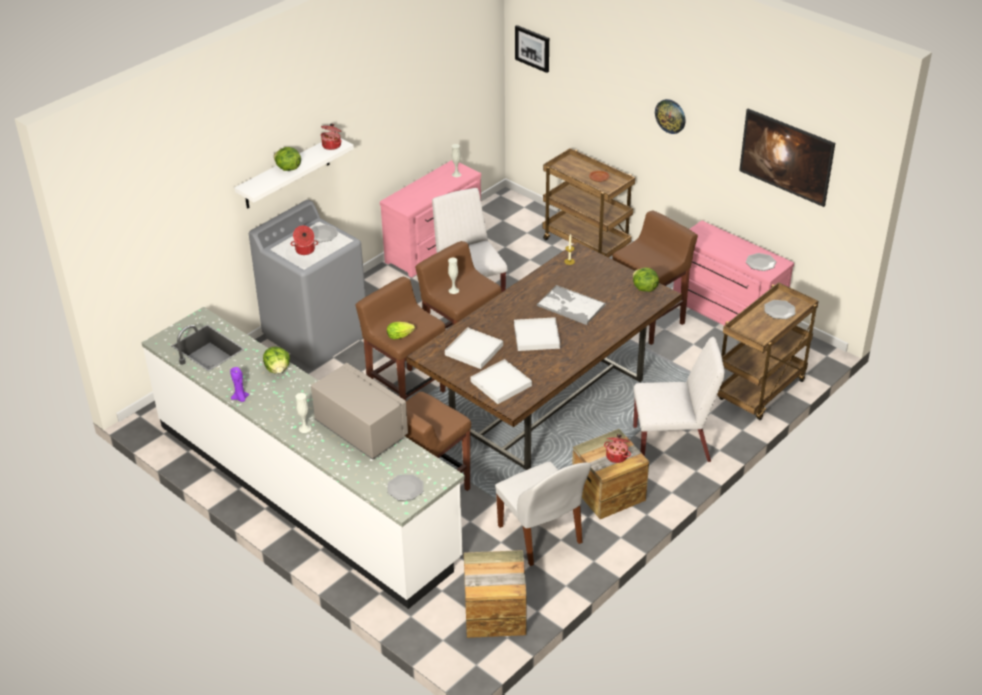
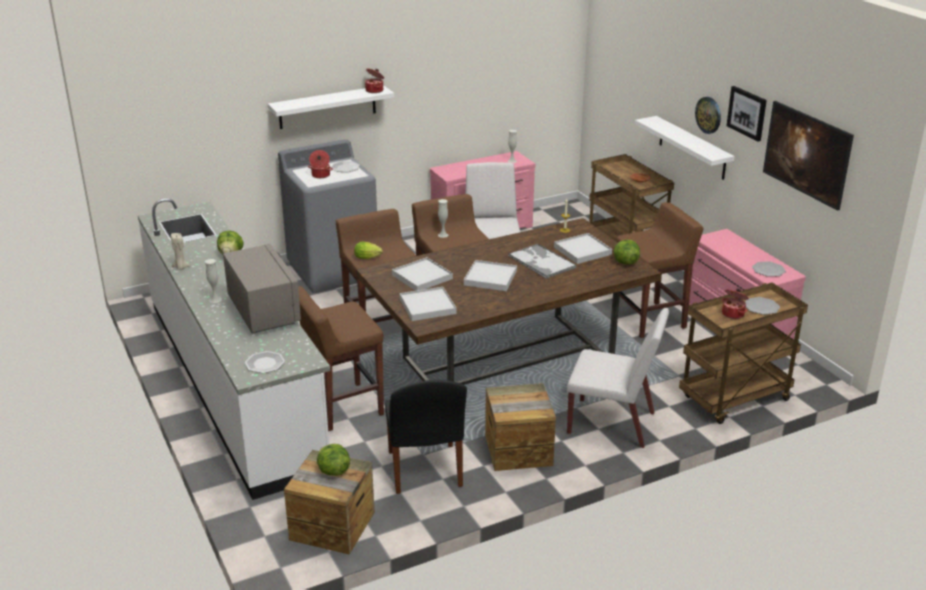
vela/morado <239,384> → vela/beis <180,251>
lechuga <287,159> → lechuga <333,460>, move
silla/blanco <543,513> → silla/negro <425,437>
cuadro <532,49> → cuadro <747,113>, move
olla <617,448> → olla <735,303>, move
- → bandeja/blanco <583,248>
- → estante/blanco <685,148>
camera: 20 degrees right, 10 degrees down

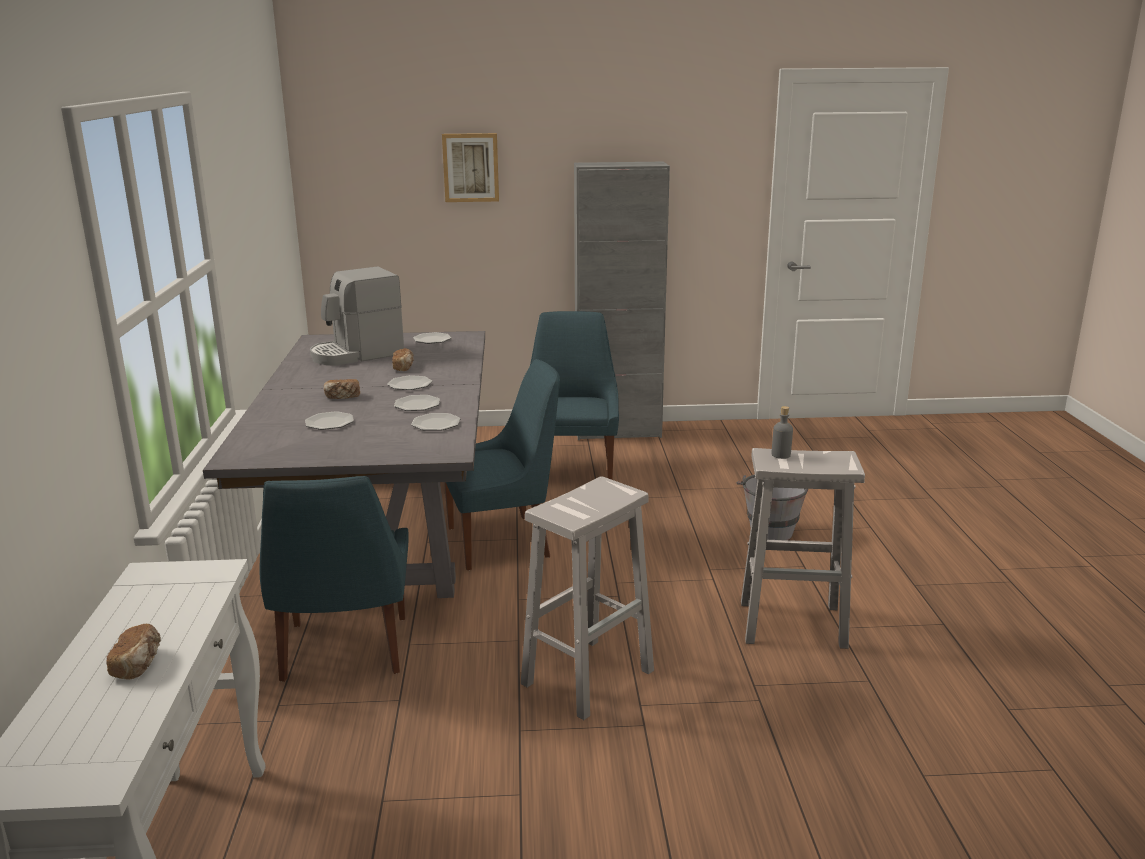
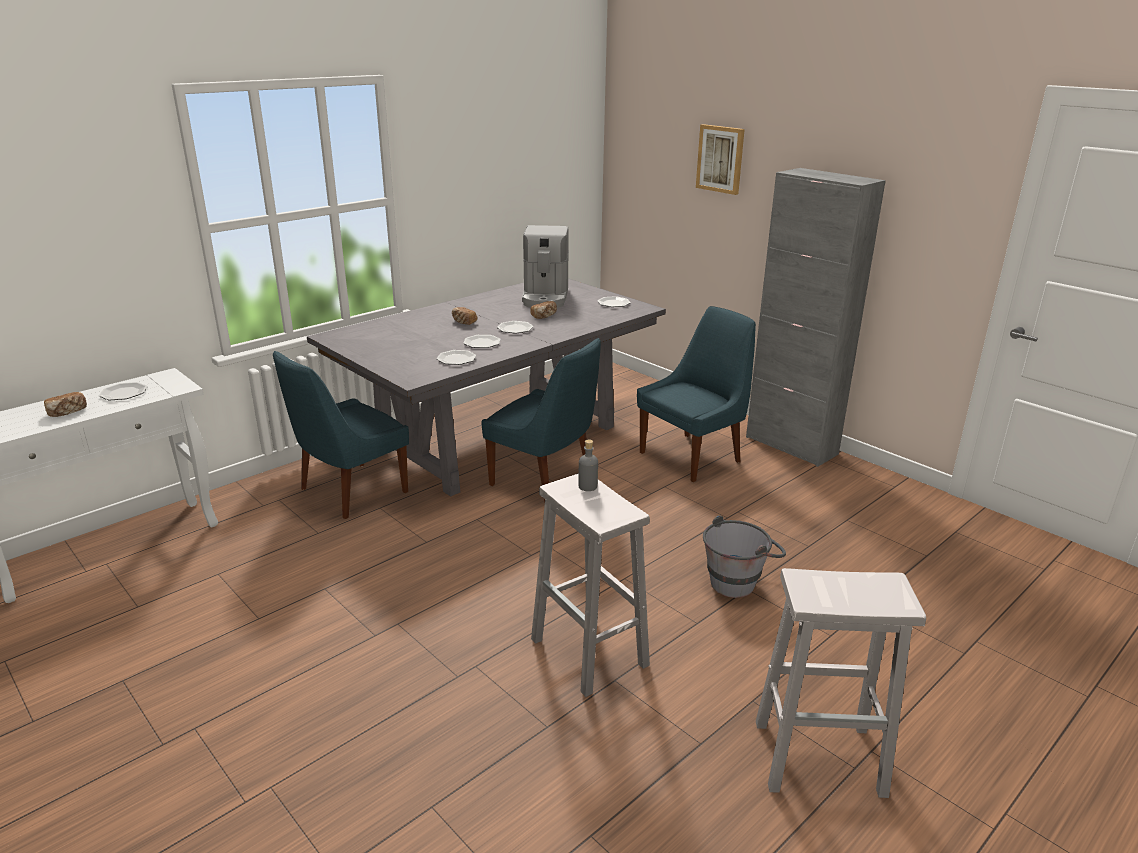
plato <329,420> → plato <123,391>, move
cafetera <357,316> → cafetera <545,266>, 105 degrees counterclockwise
taburete/blanco <587,598> → taburete/blanco <841,683>, move
camera: 50 degrees right, 5 degrees up

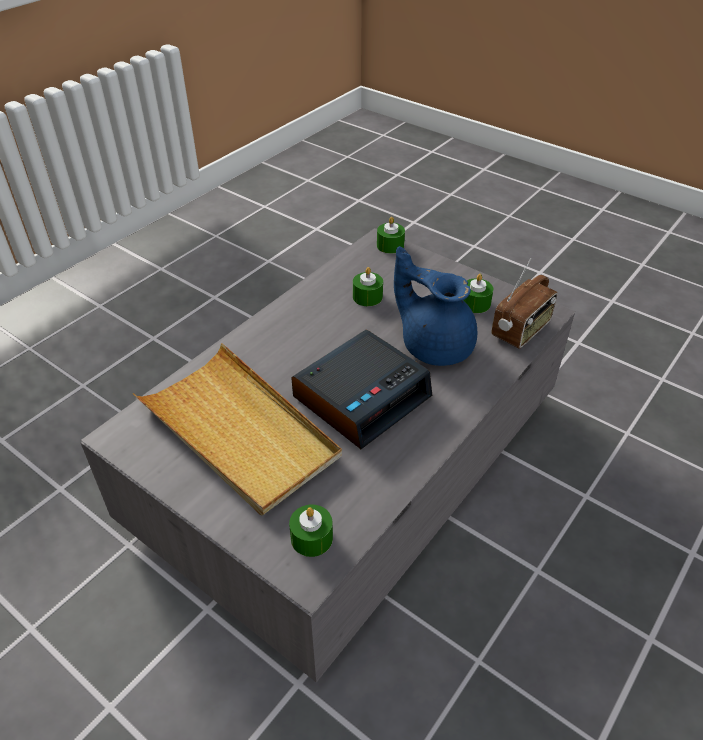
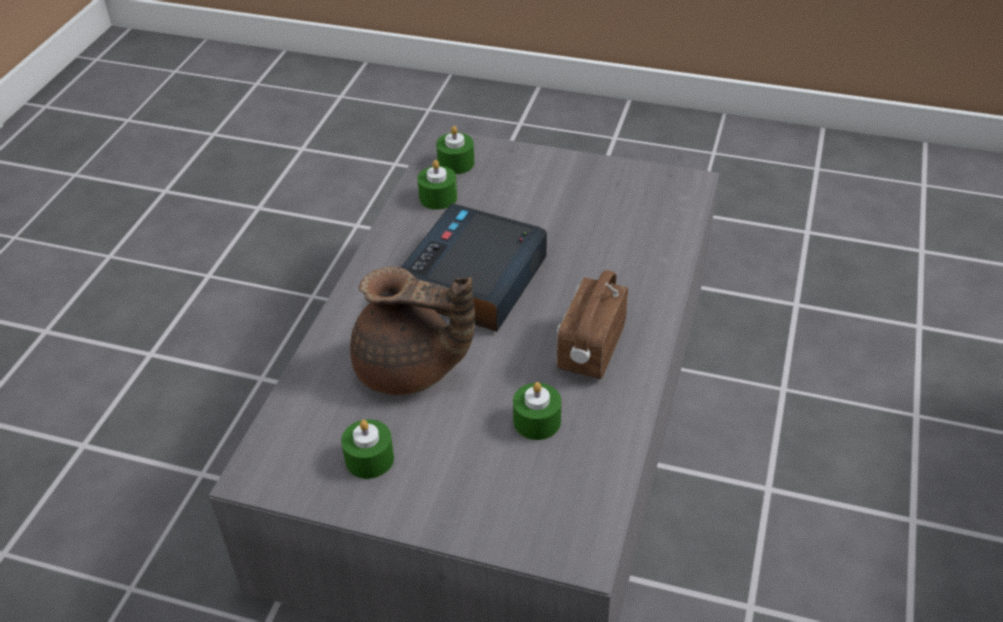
bandeja/beis <237,429> → -
vela/verde <391,235> → vela/verde <437,185>, move
tetera/azul <435,306> → tetera/marrón <412,331>
radio <524,303> → radio <592,324>, move
camera: 160 degrees right, 0 degrees up

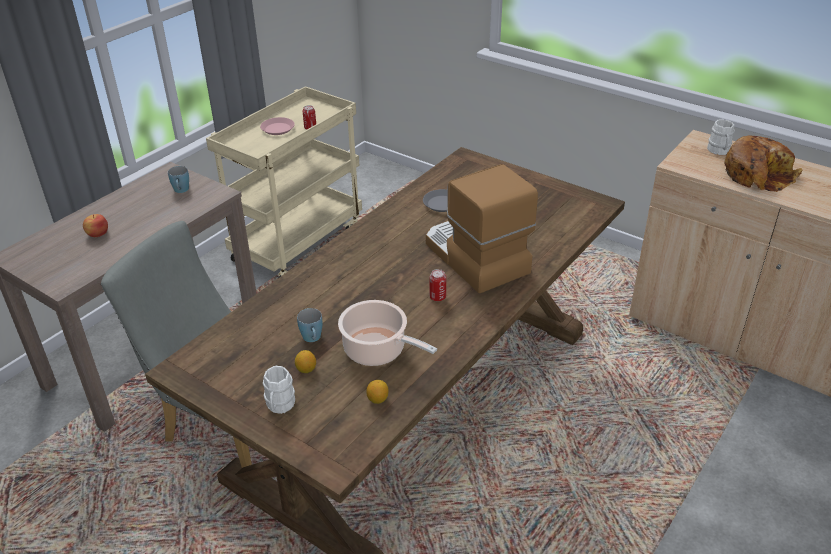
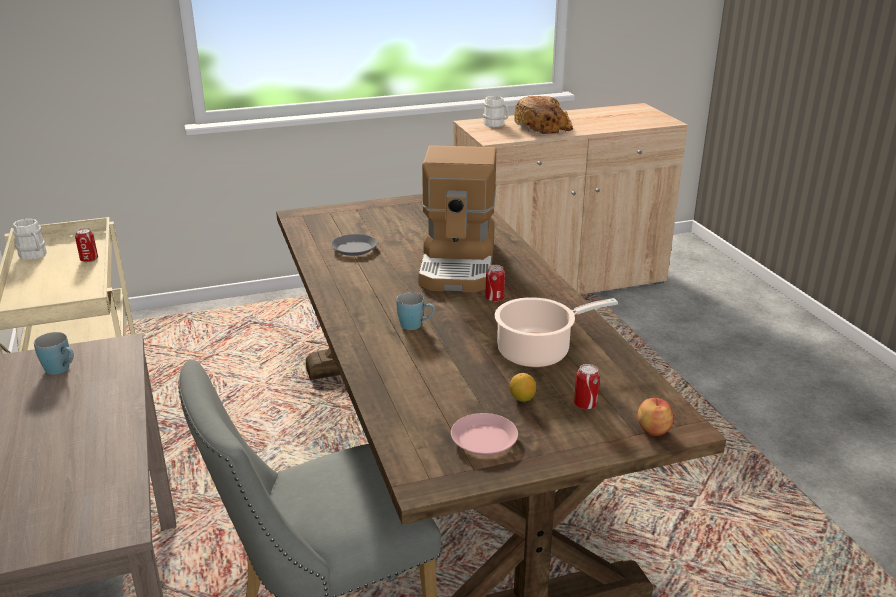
manzana <95,225> → manzana <655,417>, move
plato/rosa <277,126> → plato/rosa <484,434>, move
taza grande/blanco <279,390> → taza grande/blanco <30,239>, move
taza grande/azul <310,325> → taza grande/azul <415,311>, move
limón <377,392> → -
cafetera <482,229> → cafetera <457,219>, 90 degrees counterclockwise
- → lata <587,386>
camera: 55 degrees left, 10 degrees down

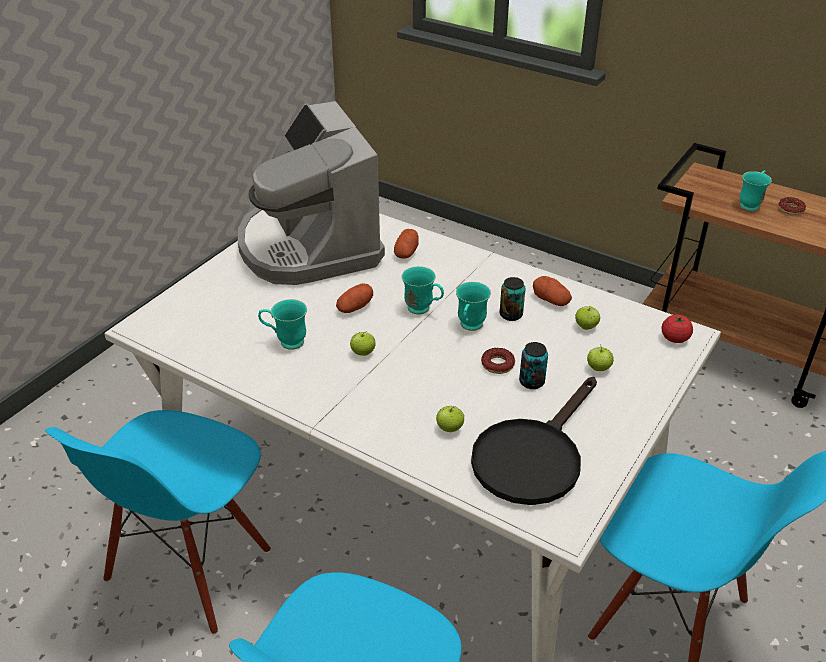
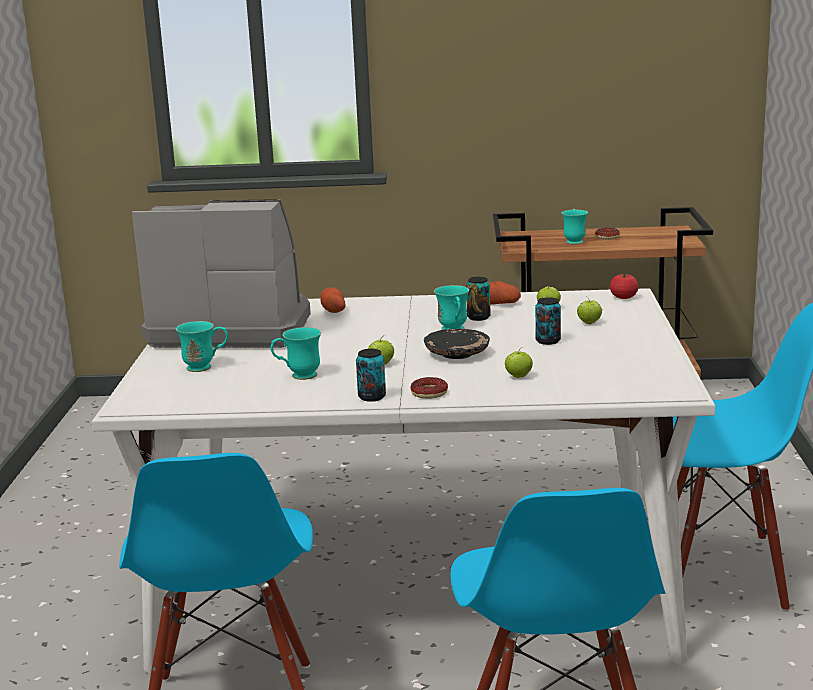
cafetera <311,193> → cafetera <221,273>, 150 degrees clockwise
patata <354,298> → -
taza grande/turquesa <423,290> → taza grande/turquesa <202,346>, move
sartén/negro <534,441> → -
rosquilla <498,361> → rosquilla <429,388>, move
- → lata <371,375>
- → plato/negro <457,344>
camera: 30 degrees left, 20 degrees down

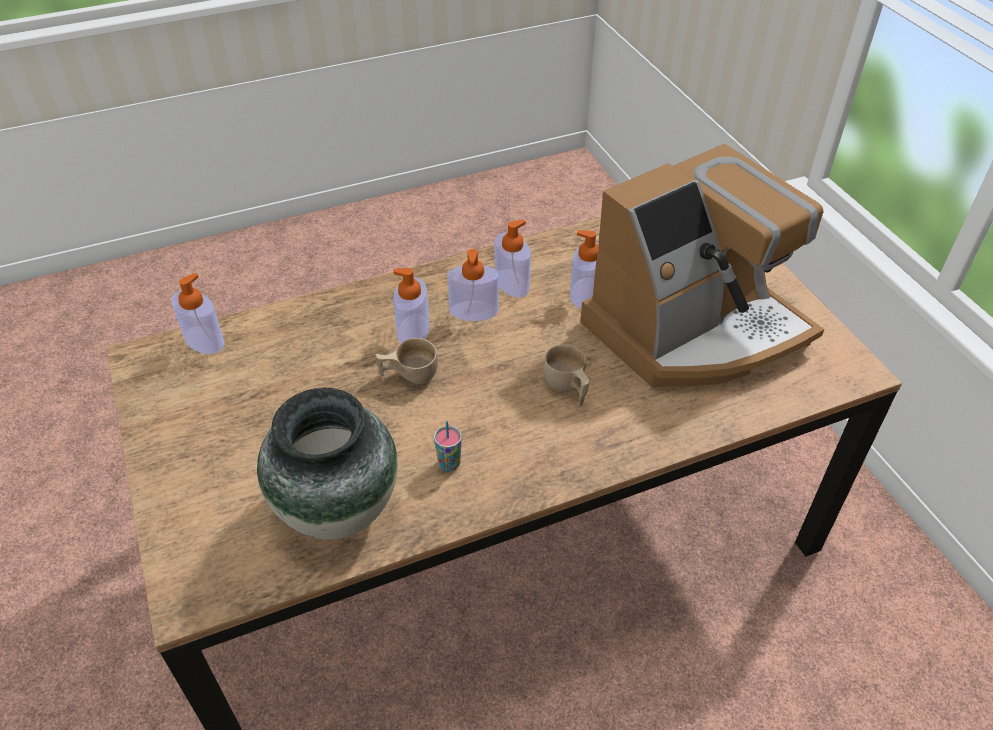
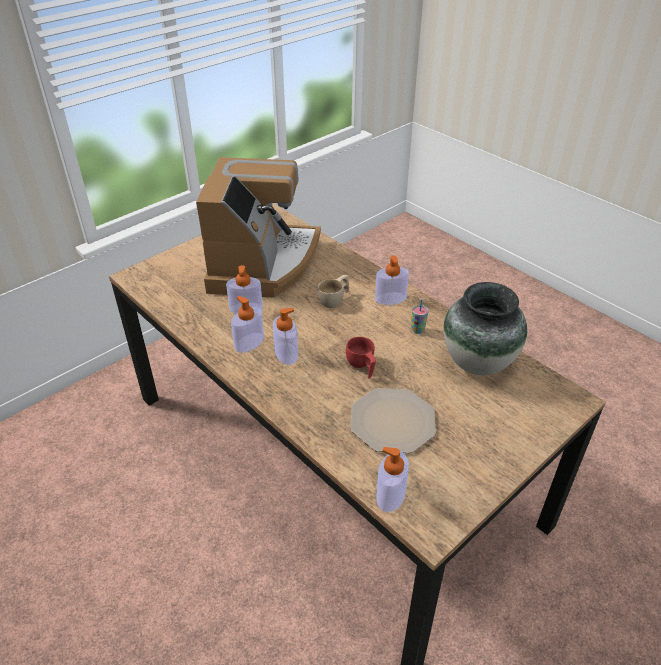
taza/beis <406,361> → taza/rojo <361,358>
dispensador de jabón <411,305> → dispensador de jabón <392,280>, move
cafetera <702,265> → cafetera <258,227>, 60 degrees clockwise
- → plato <393,420>
camera: 110 degrees left, 5 degrees down

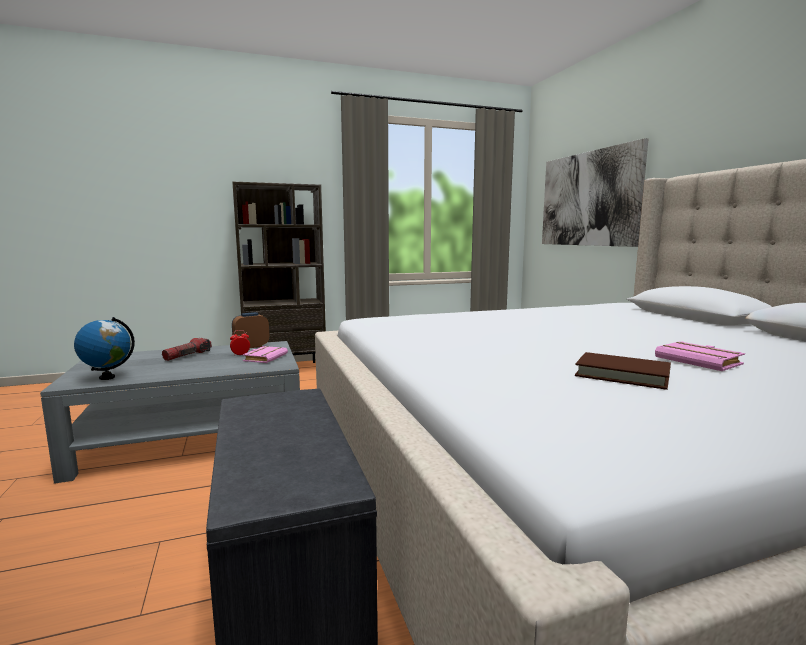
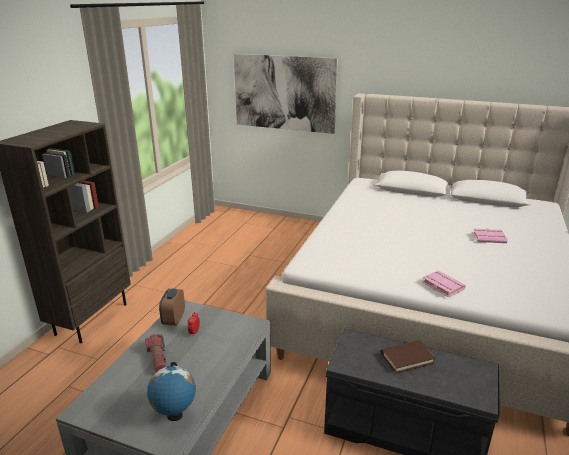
libro/rosa <265,354> → libro/rosa <444,283>, move
libro/marrón <623,371> → libro/marrón <408,356>, move
camera: 50 degrees left, 15 degrees up

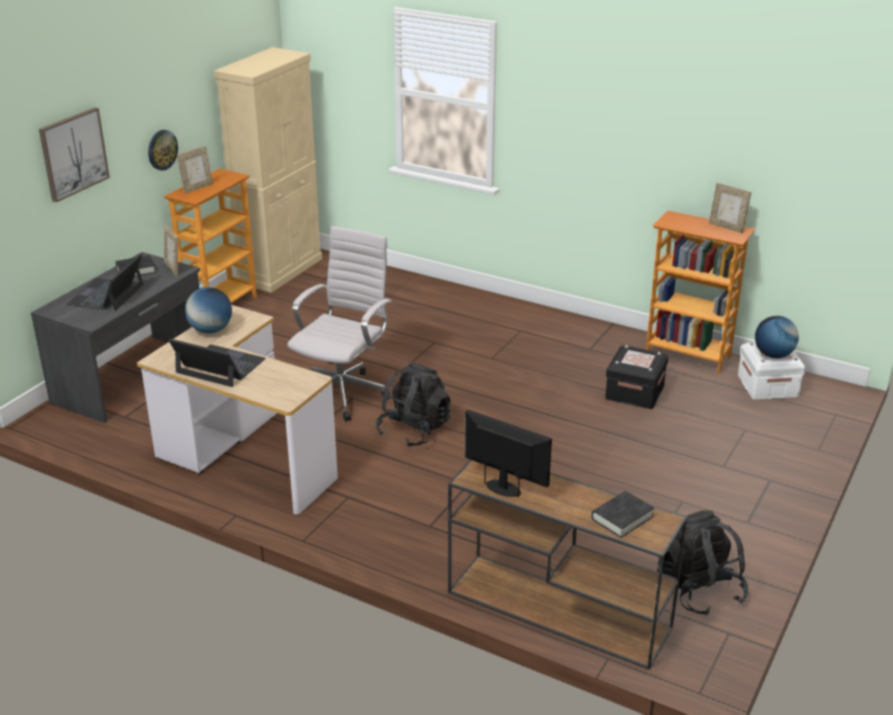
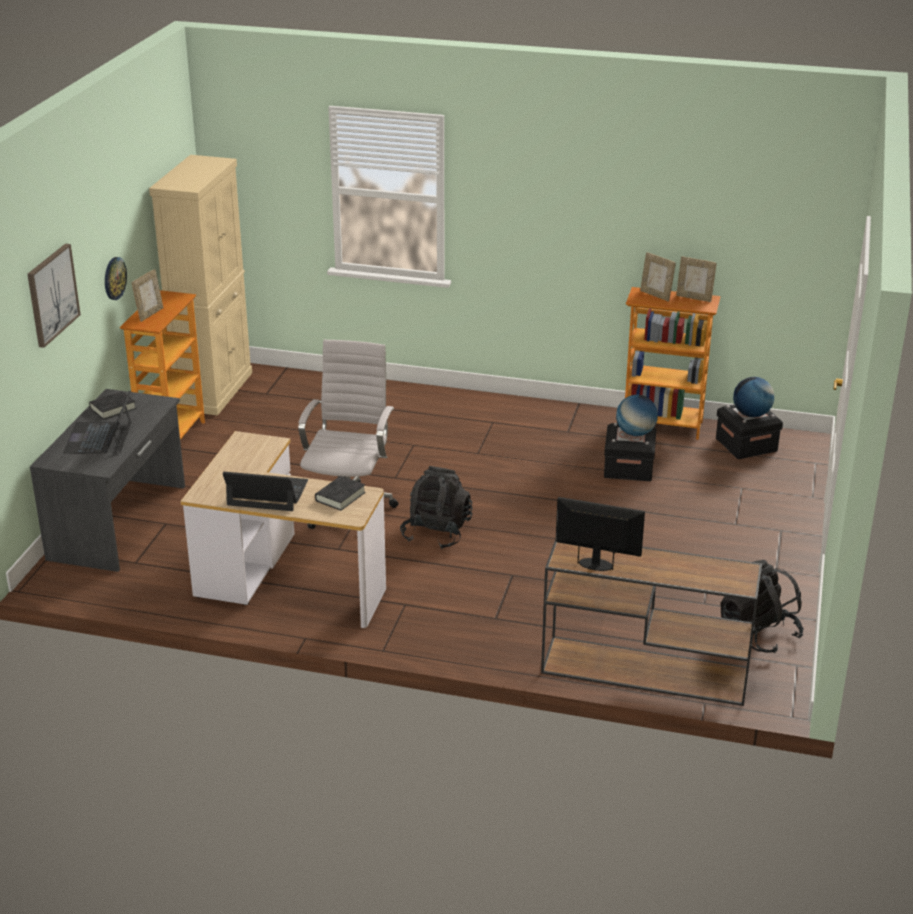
portarretratos <171,250> → portarretratos <658,277>, move
globo terráqueo <208,310> → globo terráqueo <637,415>, move
libro/negro <622,514> → libro/negro <340,493>, move
caja de almacenaje/blanco <772,371> → caja de almacenaje/negro <749,431>
camera: 15 degrees left, 0 degrees up

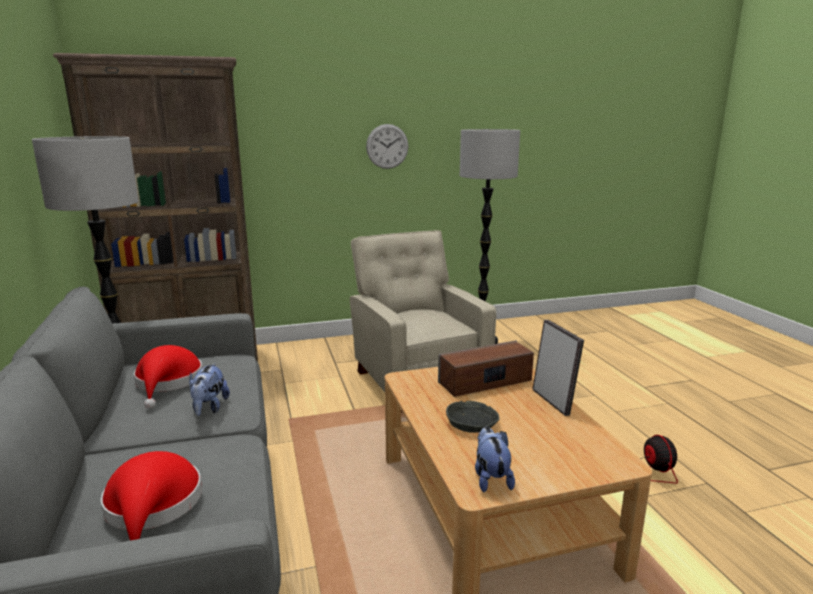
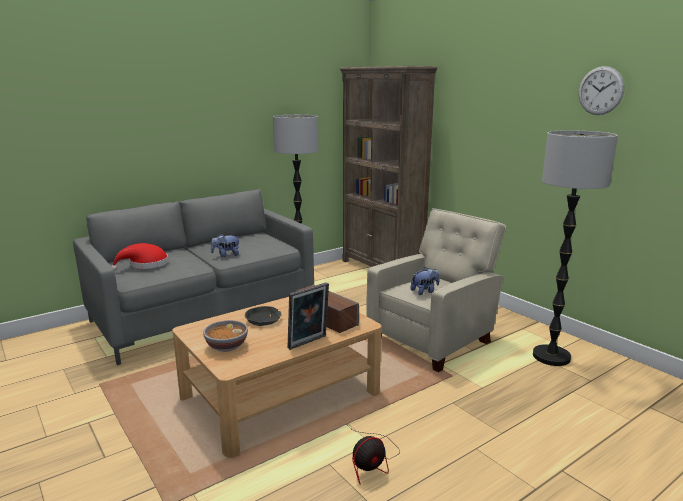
sombrero/rojo <168,377> → -
reloj de pared <387,146> → reloj de pared <601,90>, move
peluche <495,459> → peluche <424,281>, move
- → cuenco <225,336>
camera: 70 degrees right, 0 degrees up

